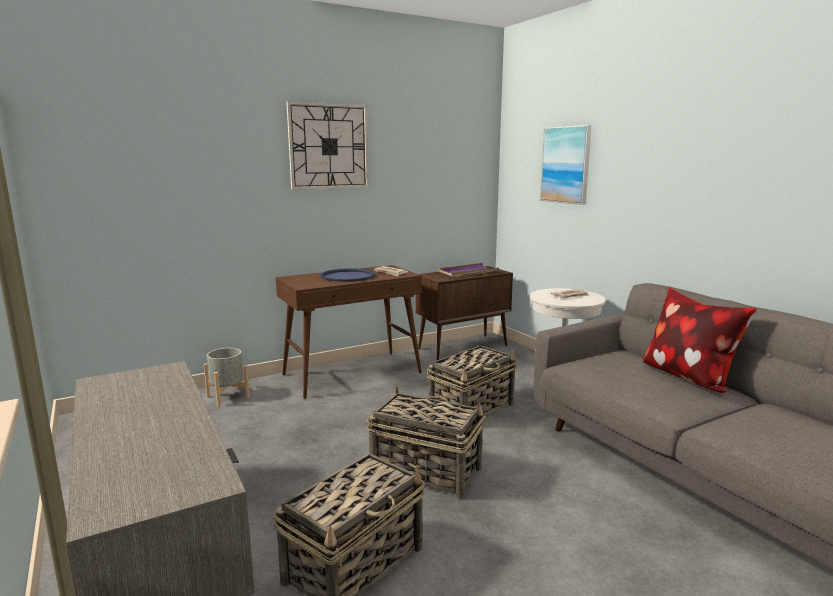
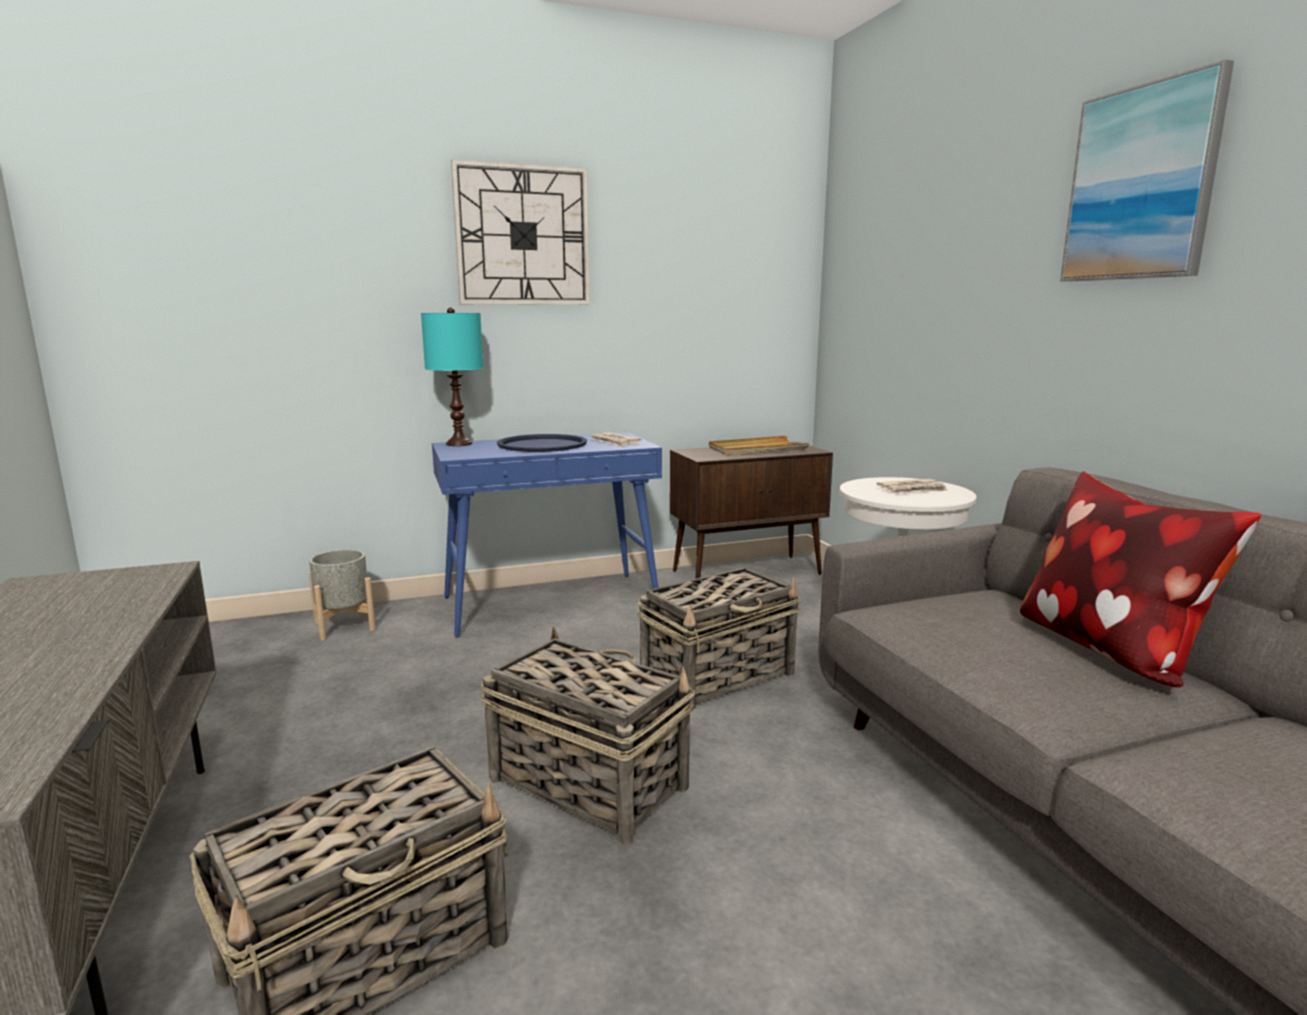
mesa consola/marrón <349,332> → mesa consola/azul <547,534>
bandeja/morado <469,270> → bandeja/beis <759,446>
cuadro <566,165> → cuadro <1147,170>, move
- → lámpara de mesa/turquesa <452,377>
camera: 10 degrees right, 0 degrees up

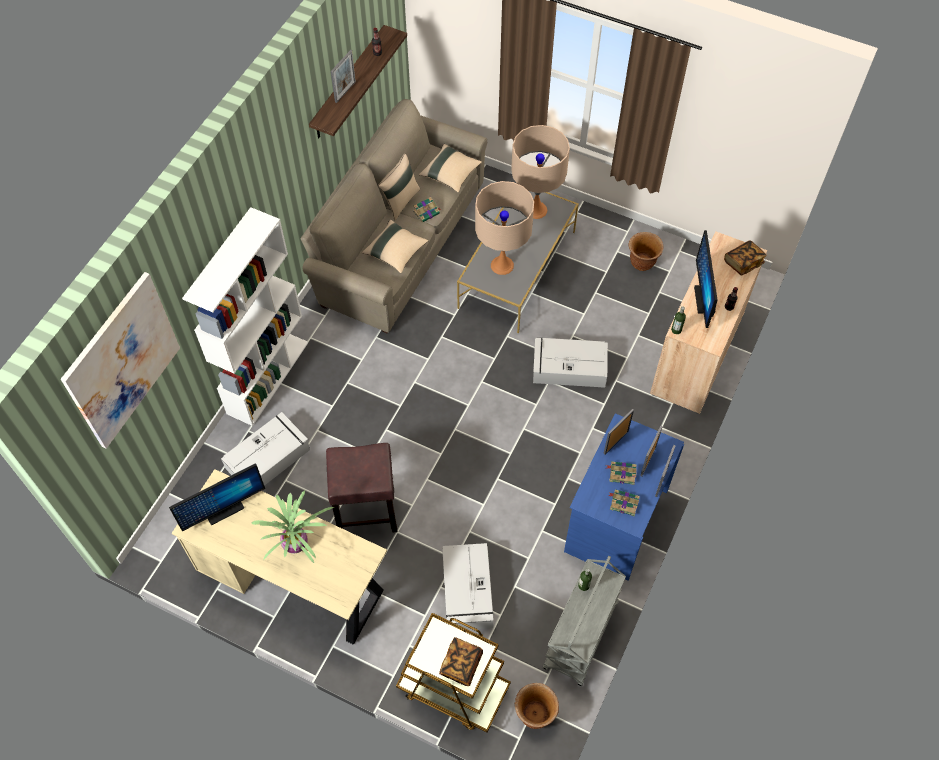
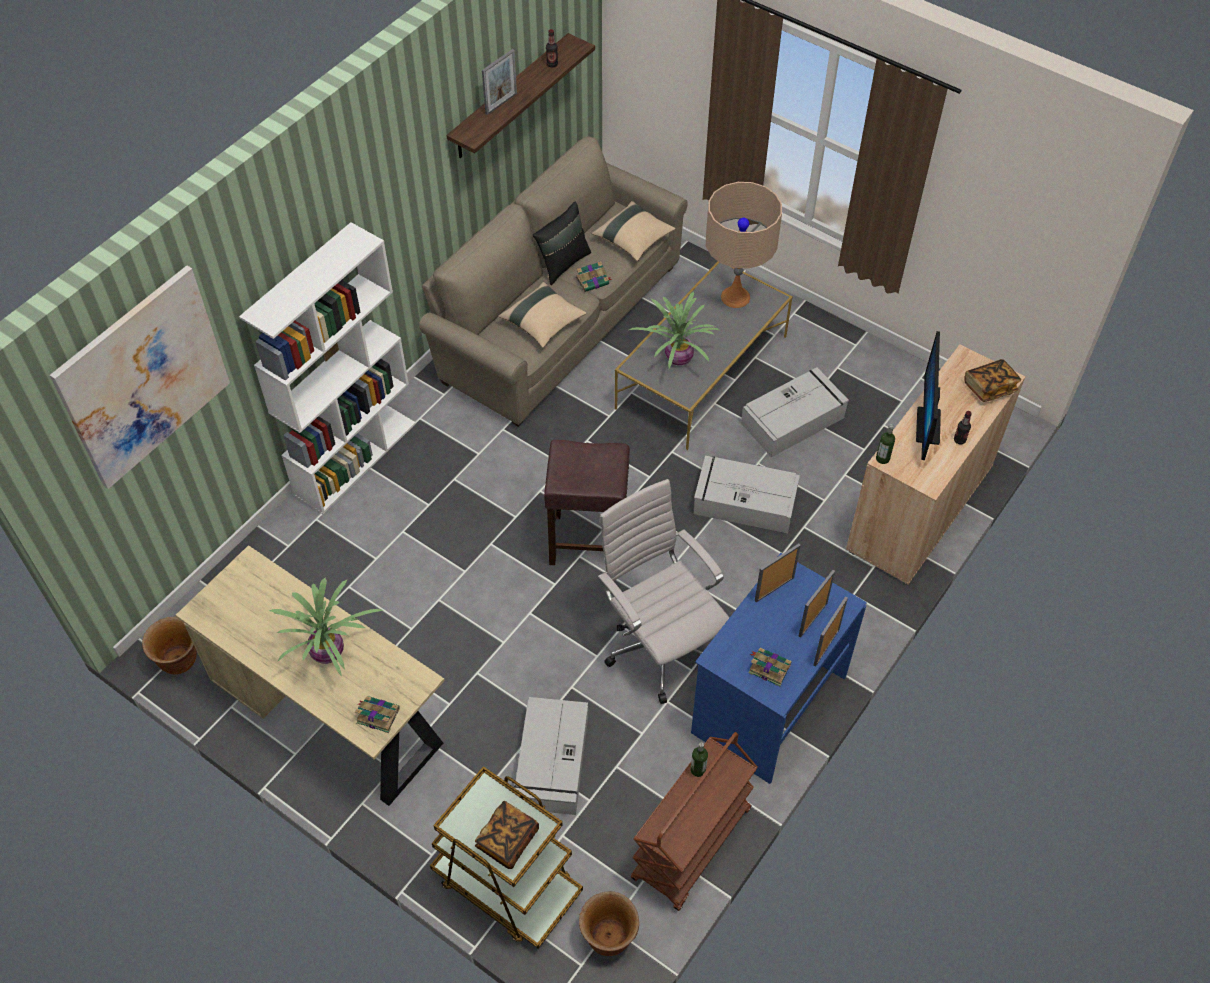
monitor <217,497> → -
caja de almacenaje/gris <265,449> → caja de almacenaje/gris <795,412>, move
taburete/marrón <361,487> → taburete/marrón <587,502>, move
cojín/beis <399,187> → cojín/negro <562,243>
lámpara de mesa/beis <504,228> → planta en maceta <675,330>
carrito/gris <584,621> → carrito/marrón <694,821>
libro <621,473> → libro <377,714>, move
maceta/marrón <646,251> → maceta/marrón <169,645>, move
- → silla de oficina/blanco <663,591>
camera: 10 degrees right, 5 degrees down

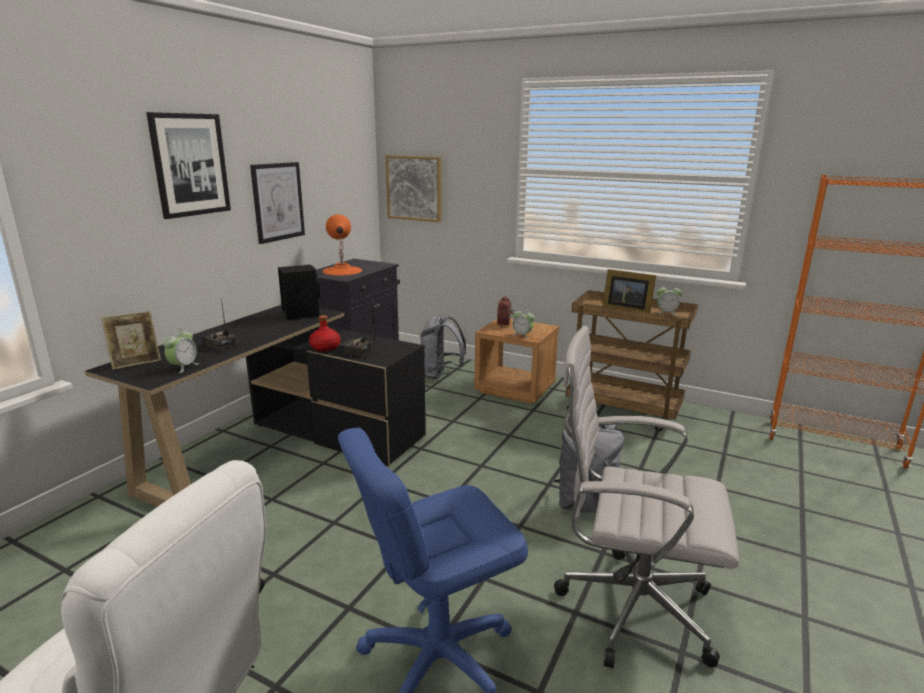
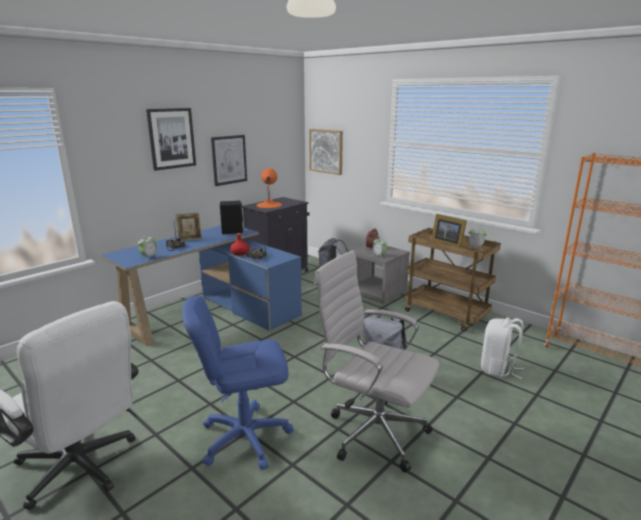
escritorio/negro <255,405> → escritorio/azul <201,286>
portarretratos <131,340> → portarretratos <189,227>, move
mesita de noche/marrón <516,361> → mesita de noche/gris <379,274>
- → mochila/blanco <502,348>
camera: 15 degrees right, 0 degrees up

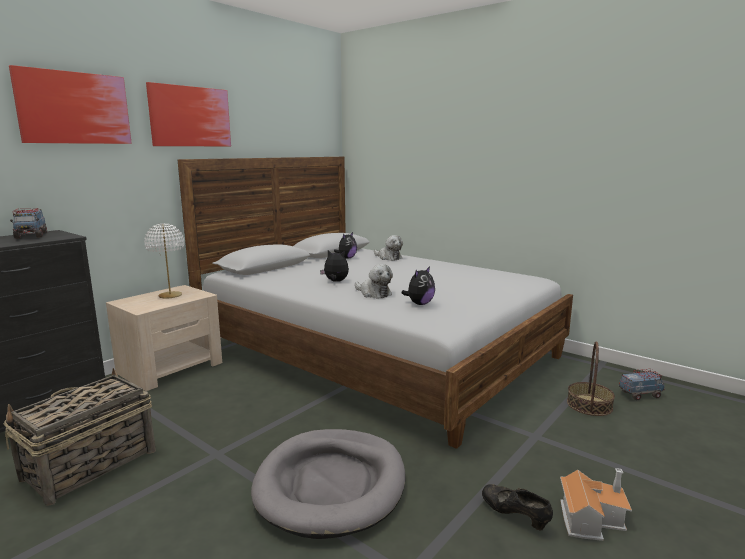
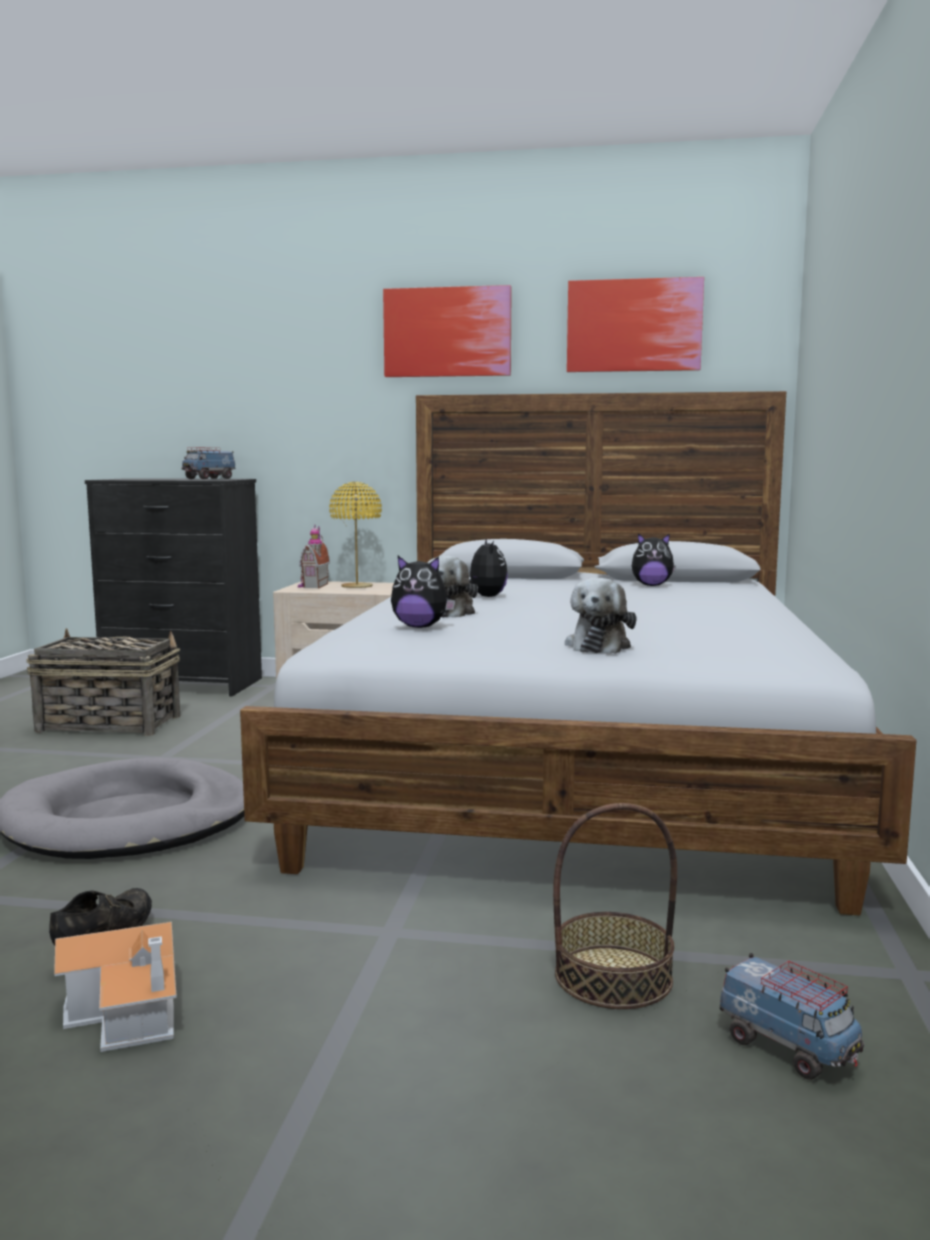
cuadro <70,104> → cuadro <635,324>, move
lámpara de mesa/blanco <164,260> → lámpara de mesa/amarillo <355,535>
peluche <388,248> → peluche <600,616>, move
- → casita <314,556>
camera: 60 degrees right, 5 degrees down

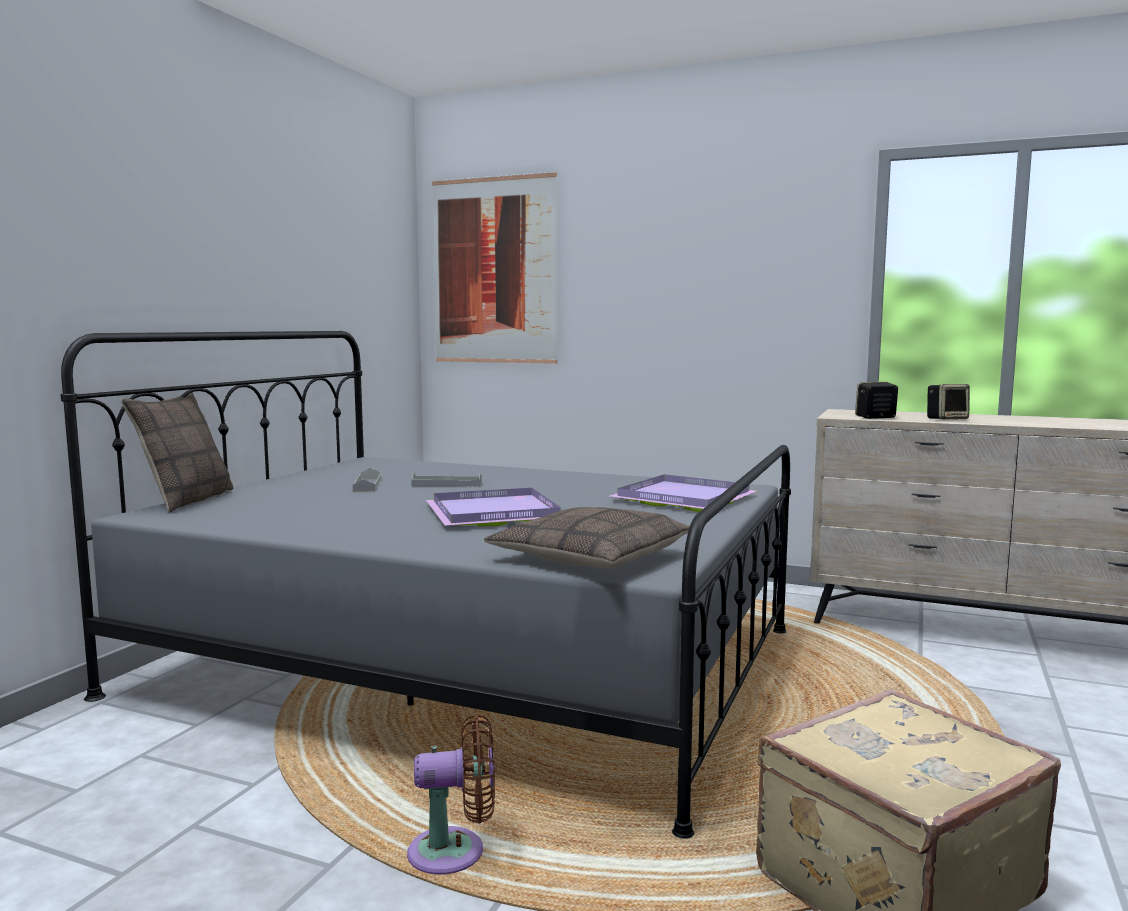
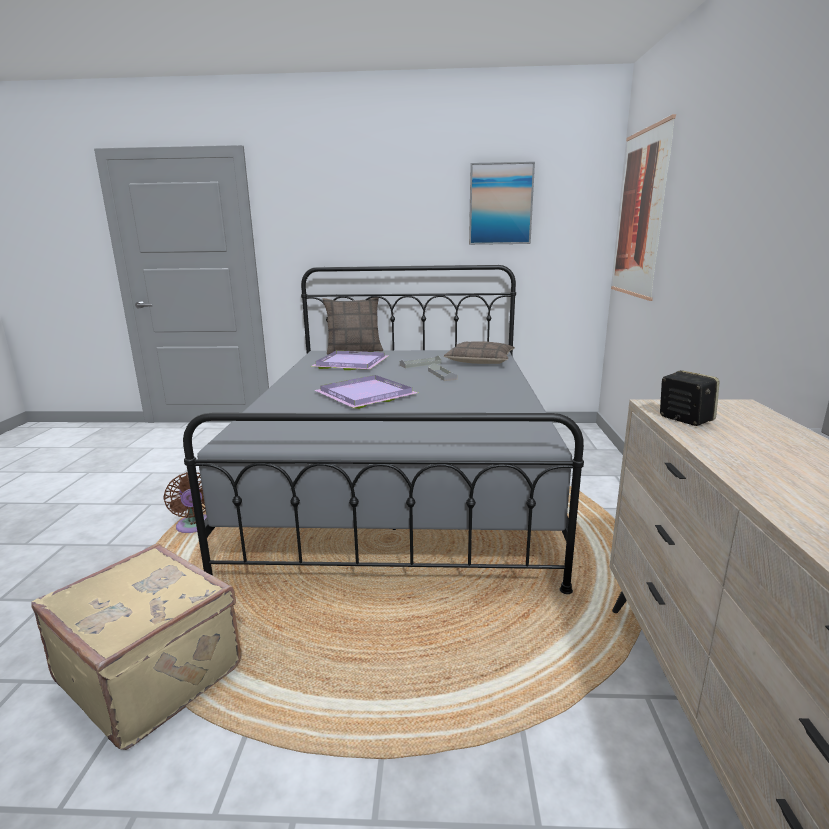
cojín <587,537> → cojín <479,352>, move
bandeja/morado <683,493> → bandeja/morado <350,360>, move
altavoz <948,402> → -
- → cuadro <502,203>
camera: 70 degrees right, 10 degrees up

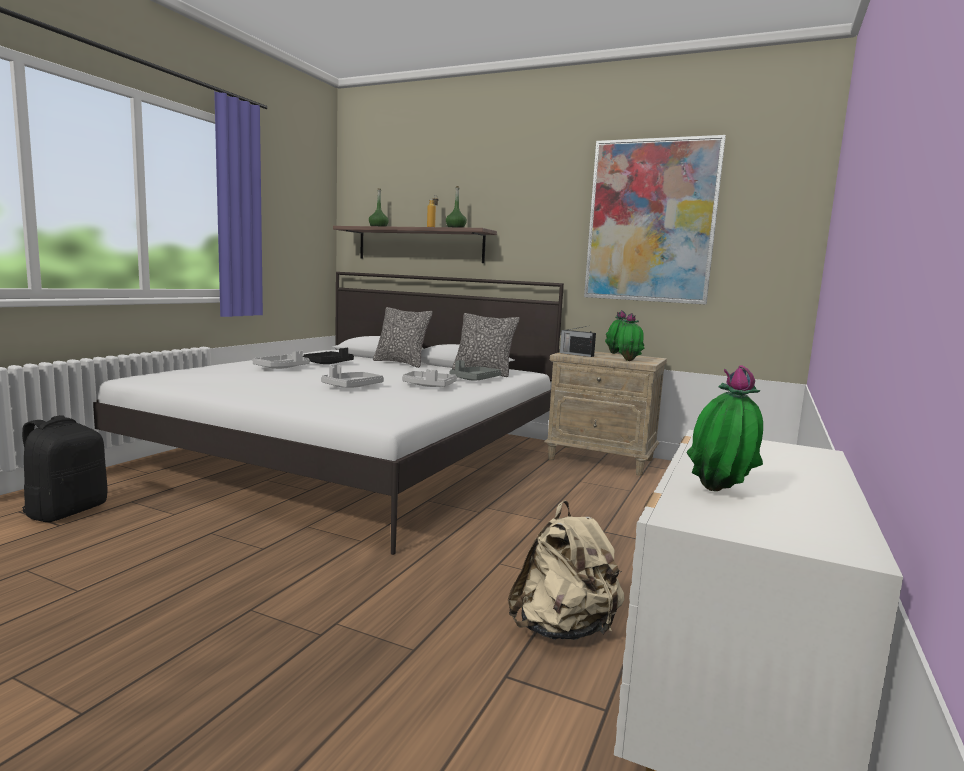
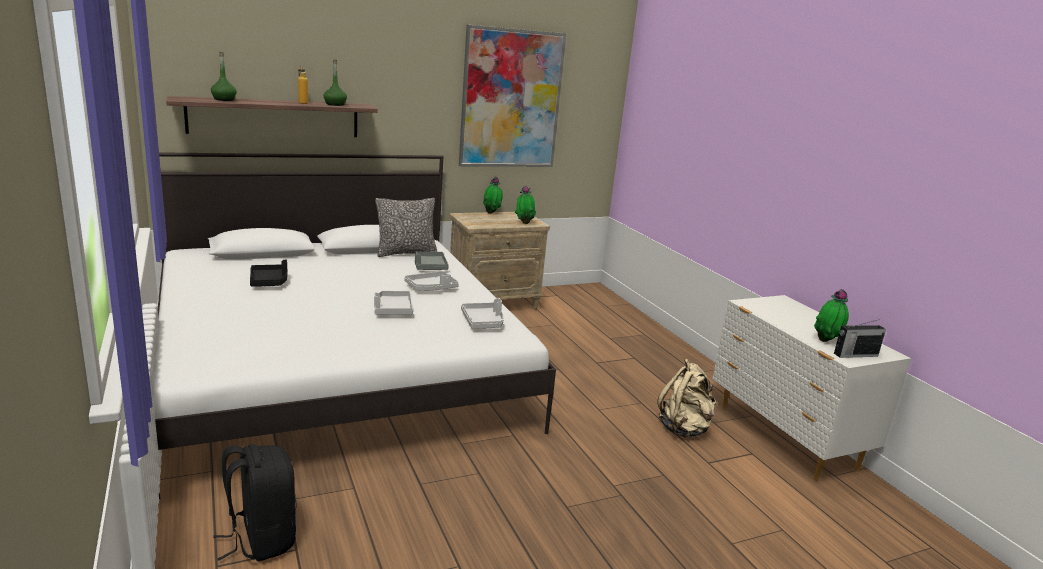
bandeja/gris <281,360> → bandeja/gris <482,313>, move
cojín <403,337> → -
radio <578,341> → radio <860,338>, move
camera: 50 degrees left, 10 degrees up

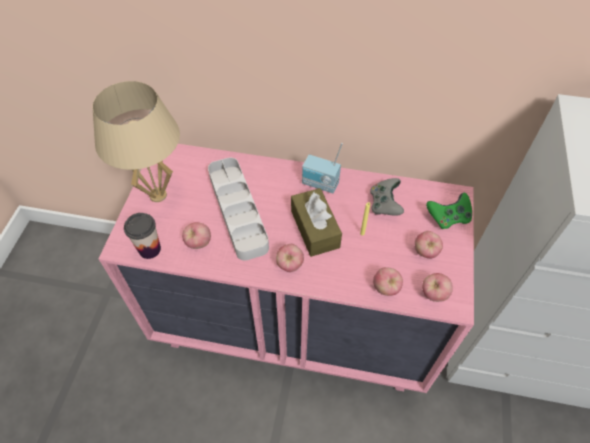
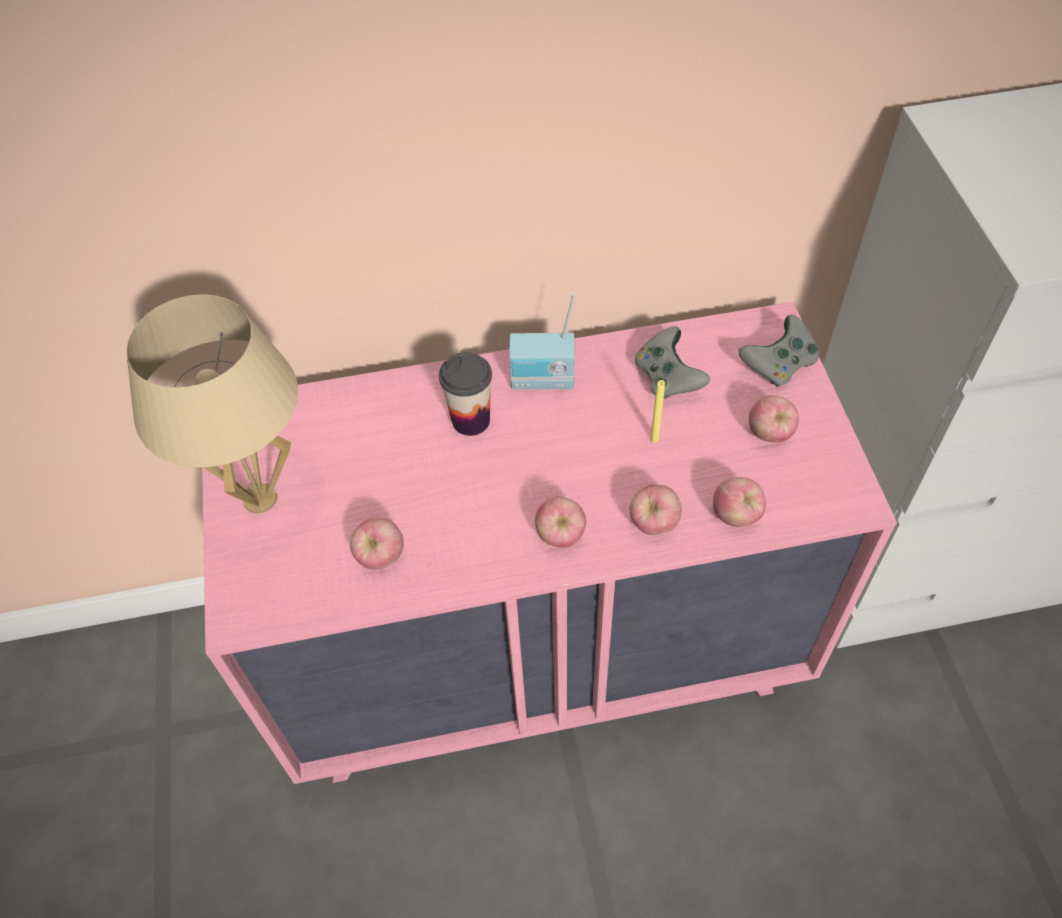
taza <142,236> → taza <465,394>, move
bandeja/gris <238,209> → -
caja de pañuelos/marrón <316,222> → -
manzana <437,287> → manzana <656,509>, move
mando de consola/verde <449,211> → mando de consola/gris <779,350>
camera: 20 degrees left, 0 degrees up

